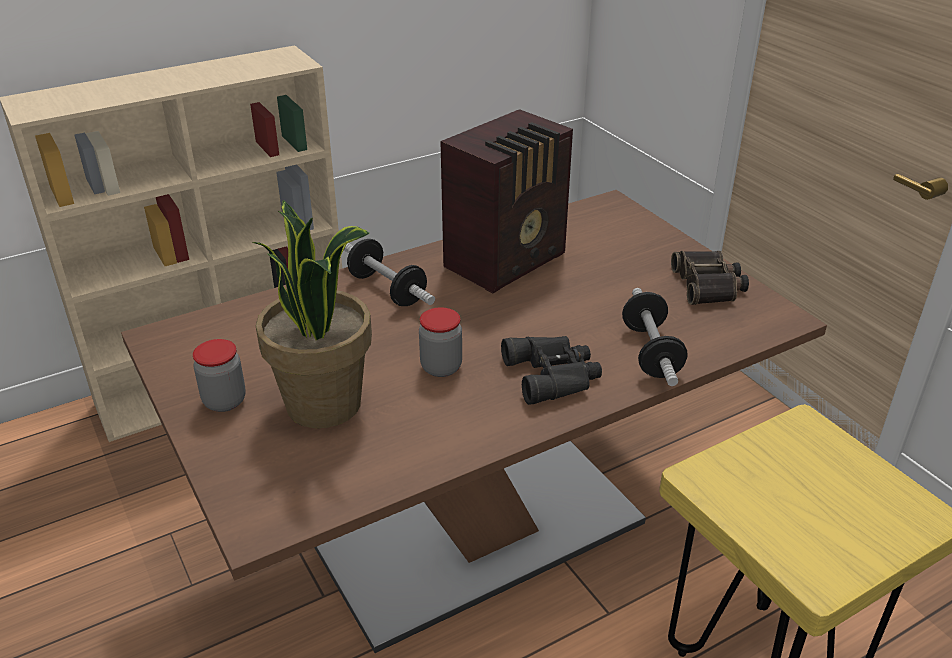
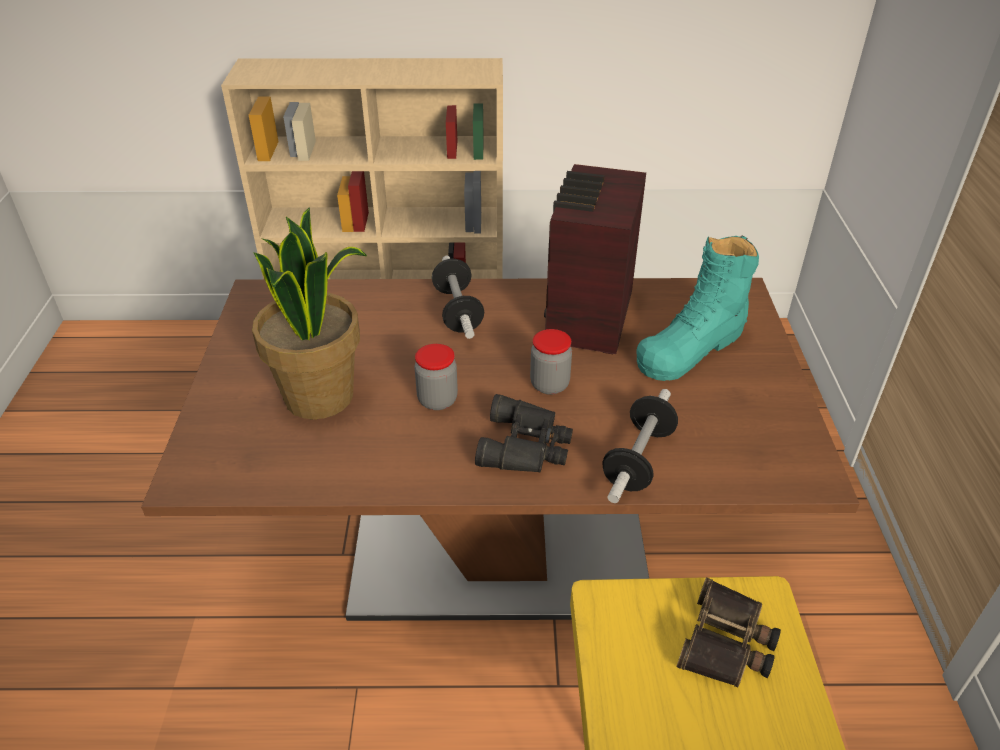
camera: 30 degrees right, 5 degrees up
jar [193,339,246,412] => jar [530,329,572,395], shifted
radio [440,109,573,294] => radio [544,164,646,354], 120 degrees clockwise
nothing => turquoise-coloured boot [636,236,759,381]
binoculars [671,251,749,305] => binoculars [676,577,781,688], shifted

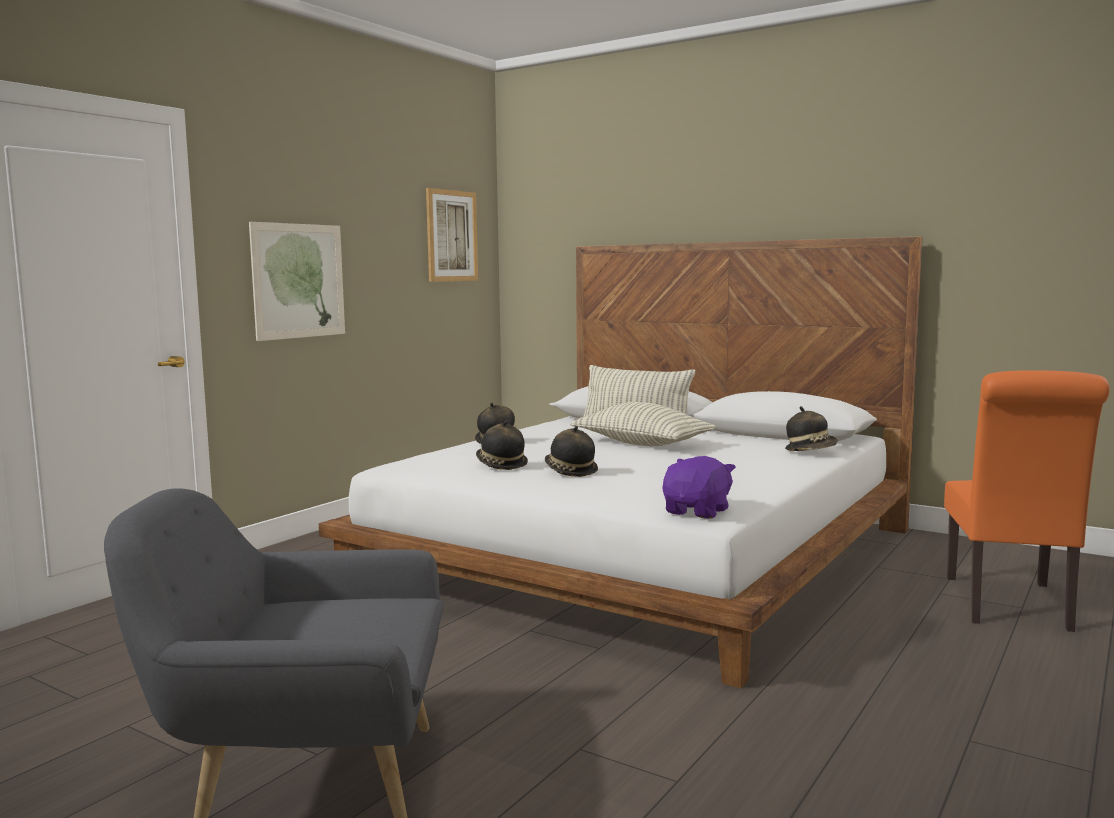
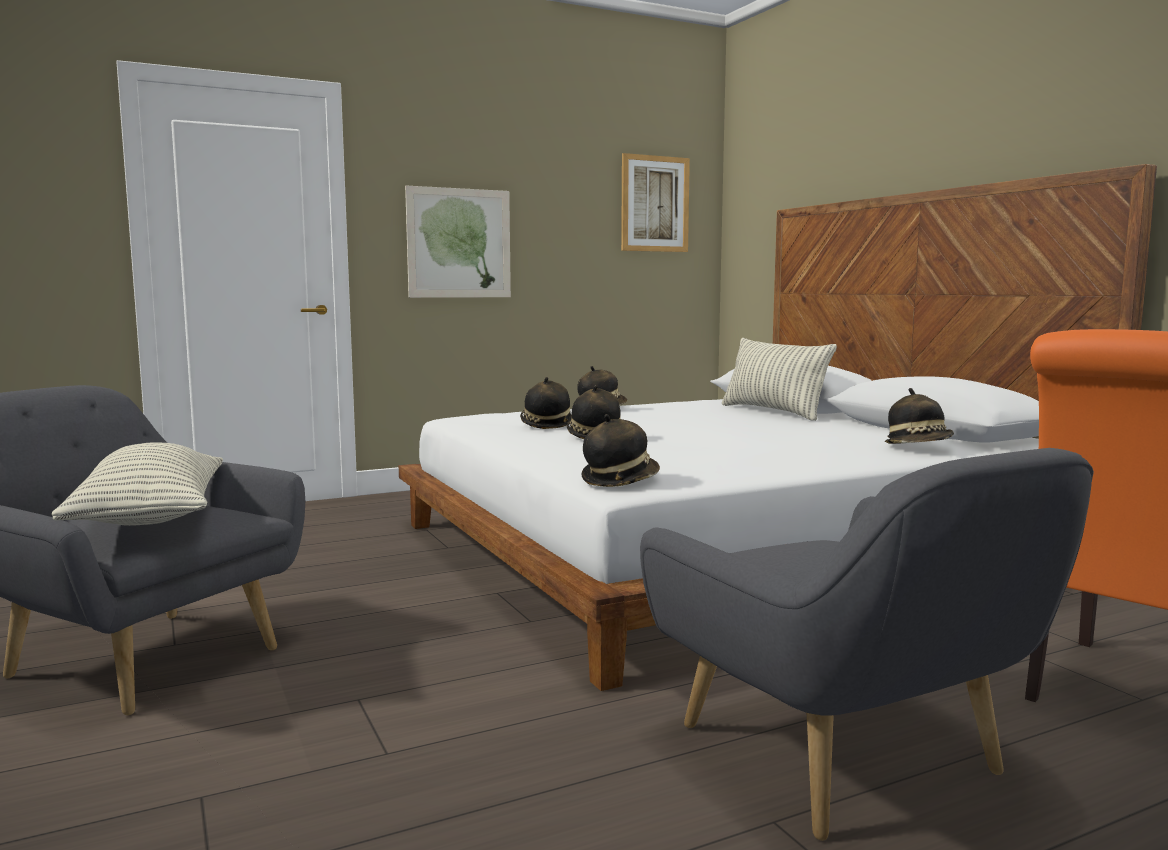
camera: 30 degrees right, 0 degrees up
throw pillow [571,402,715,446] => throw pillow [52,442,223,526], shifted
purplish cuddly toy [662,456,736,519] => wearable hat [581,414,660,487]
nothing => grey armchair [640,448,1094,841]

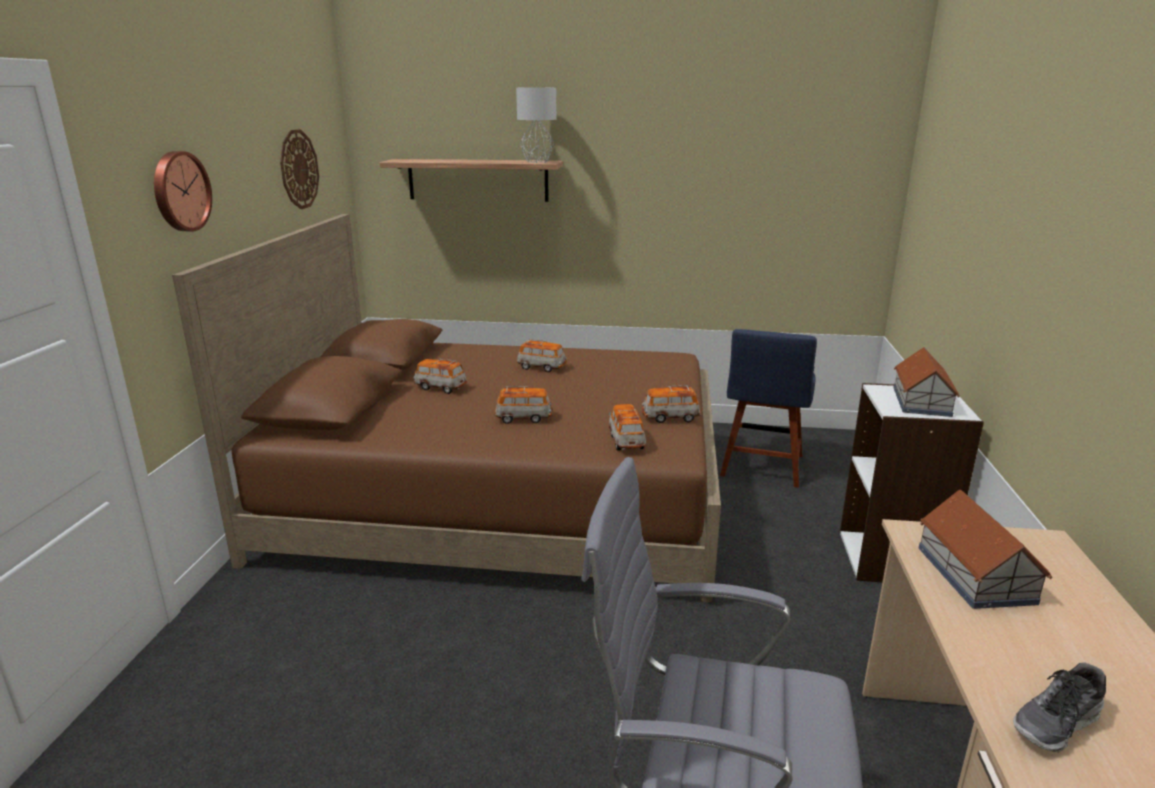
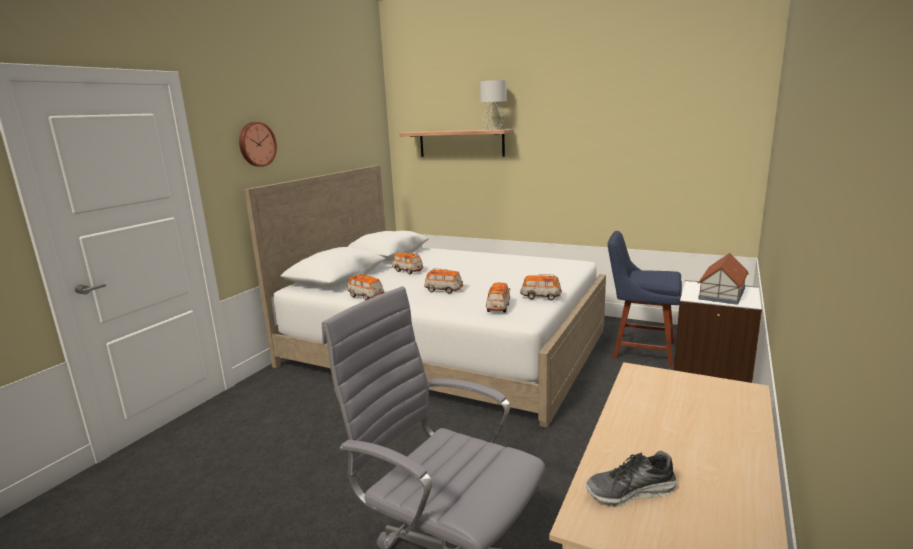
camera: 20 degrees right, 5 degrees down
brown sleeping bed [172,214,721,603] => white-coloured sleeping bed [244,165,606,428]
toy car [516,339,566,372] => toy car [347,273,384,300], shifted
bluish chair [720,329,817,488] => bluish chair [608,231,682,366], 75 degrees clockwise
wall clock [280,129,319,209] => nothing
toy house [919,490,1053,609] => nothing

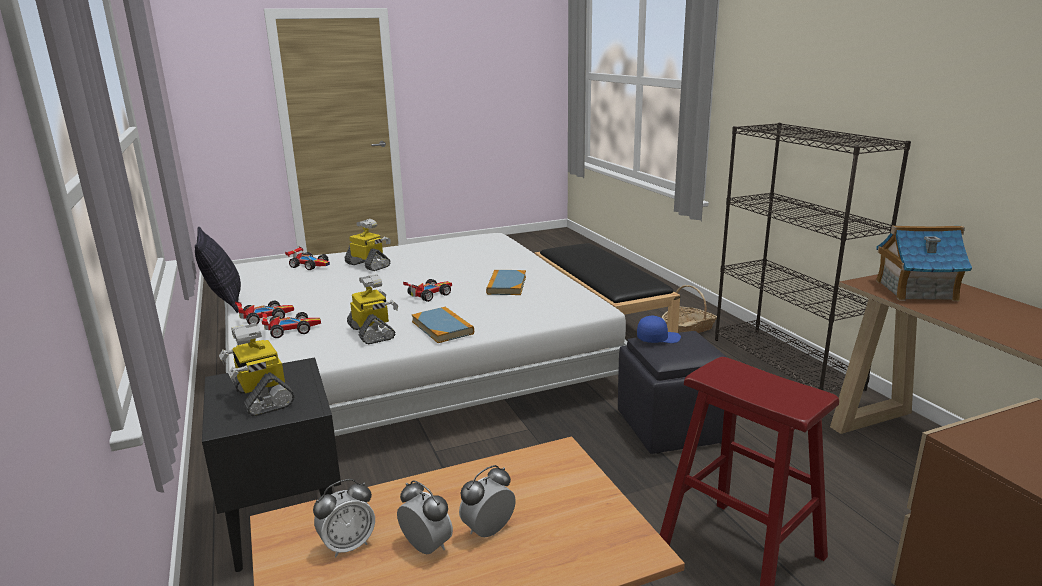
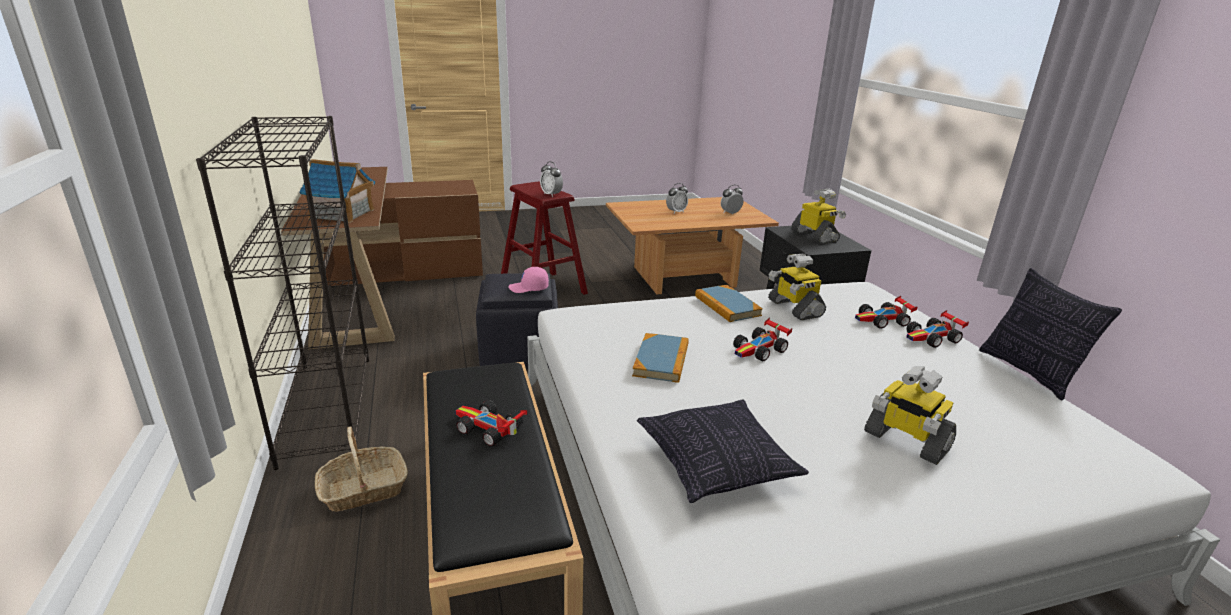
camera: 175 degrees left, 5 degrees up
toy car [285,246,330,270] => toy car [456,400,527,447], shifted
bluish baseball cap [637,316,681,343] => pink baseball cap [508,267,549,293]
alarm clock [397,480,453,554] => alarm clock [540,161,563,197], shifted
nothing => throw pillow [637,400,809,503]

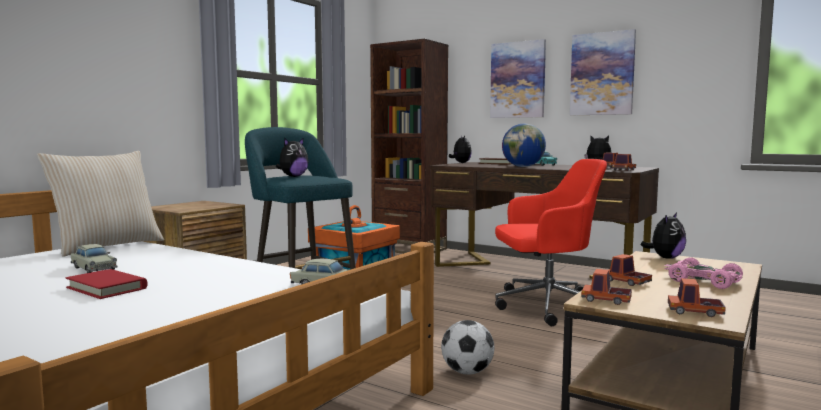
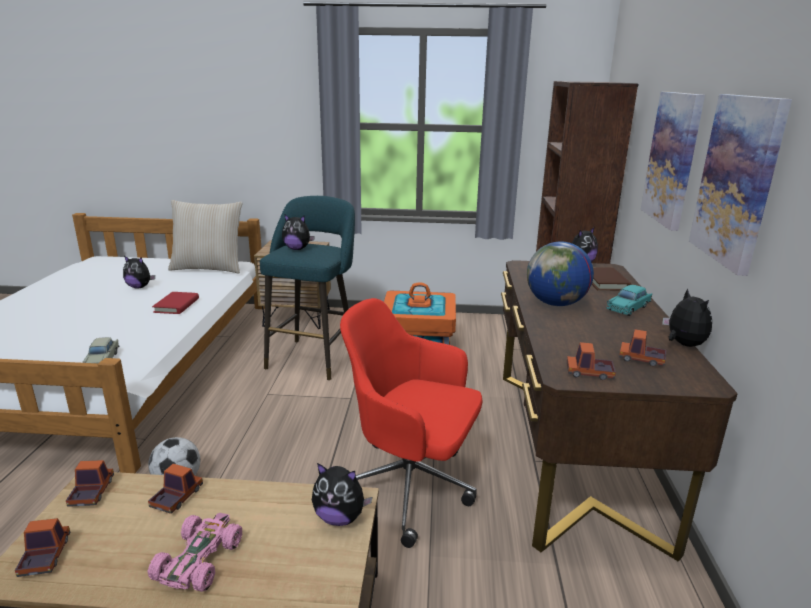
camera: 60 degrees right, 15 degrees up
sand-coloured toy car [70,244,117,273] => cuddly toy [123,256,155,289]
red bound book [66,269,147,299] => red bound book [152,292,199,314], shifted
red computer chair [495,159,607,326] => red computer chair [340,298,483,548], 150 degrees clockwise

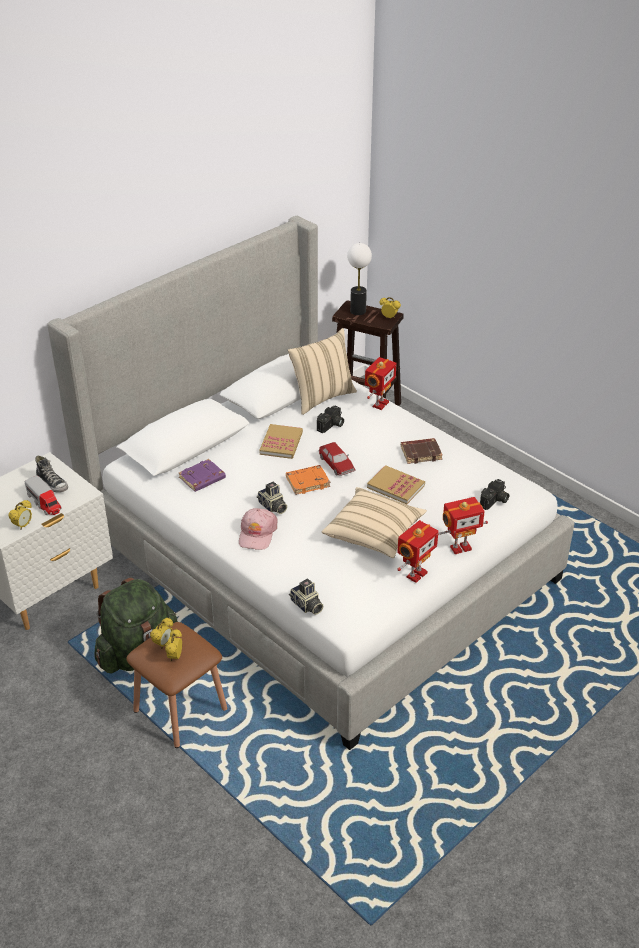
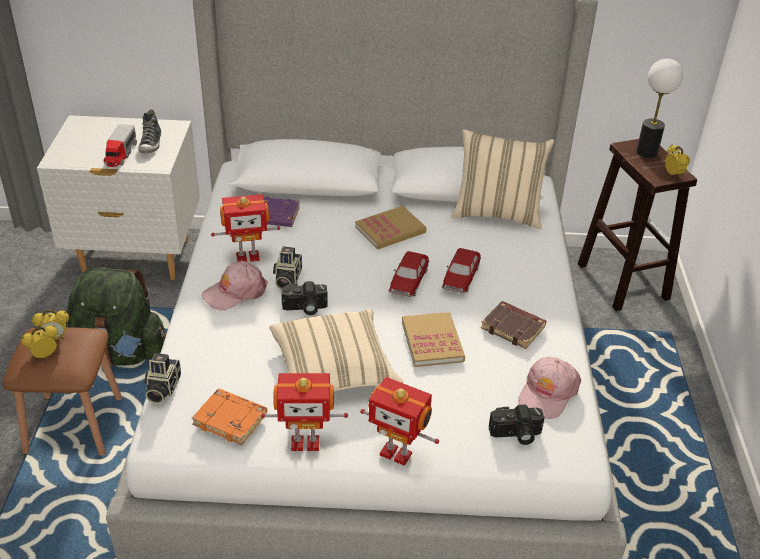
camera: 45 degrees right, 0 degrees up
orangey bound book [286,465,330,495] => orangey bound book [191,388,267,445], shifted
robot figure [365,357,397,410] => robot figure [211,194,280,262], shifted
still camera [317,406,344,433] => still camera [281,281,328,315], shifted
nothing => toy car [442,248,481,293]
nothing => pink baseball cap [518,357,581,419]
alarm clock [8,500,32,530] => nothing

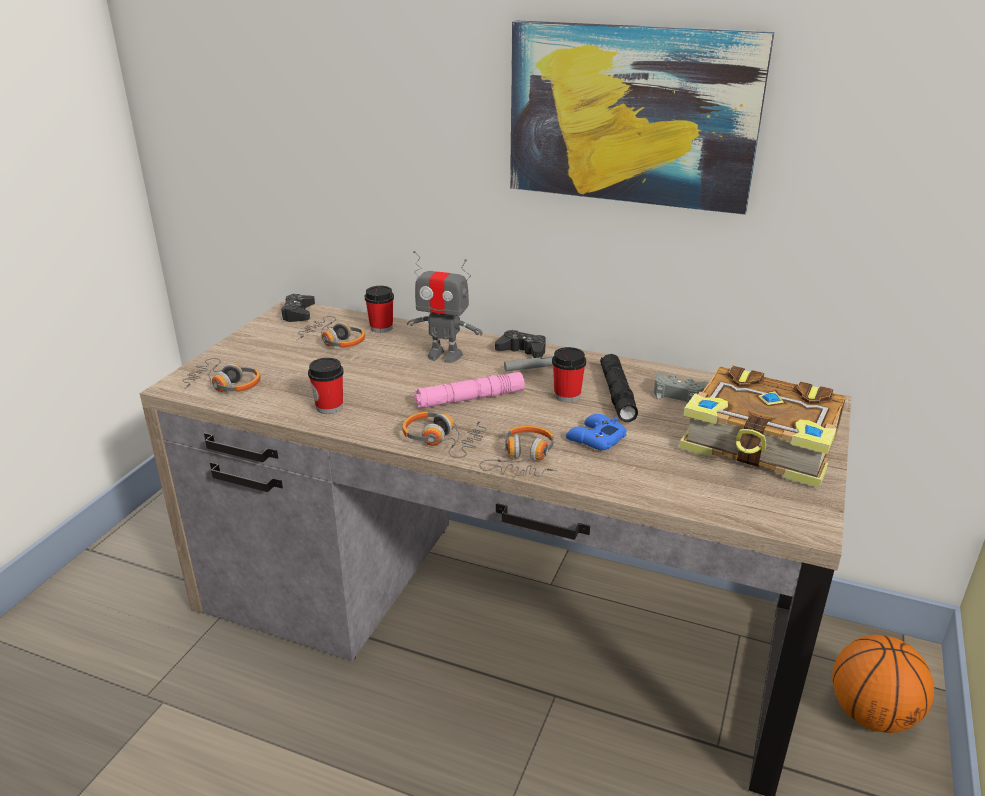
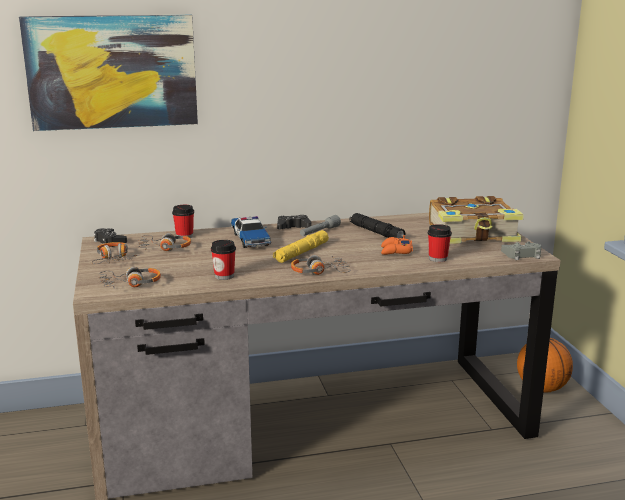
camera: 35 degrees left, 10 degrees down
wall picture [510,21,774,215] => wall picture [19,15,198,131], shifted
headphones [480,426,557,477] => headphones [92,242,139,264], shifted
robot figure [407,251,483,363] => toy car [231,216,271,248]
pink hand torch [413,372,525,408] => yellow-coloured hand torch [273,230,329,263]
bluish game controller [566,414,627,450] => orangey game controller [381,235,413,255]
cup [552,347,586,402] => cup [428,224,452,262], shifted
grey game controller [654,372,709,403] => grey game controller [501,241,541,260], shifted

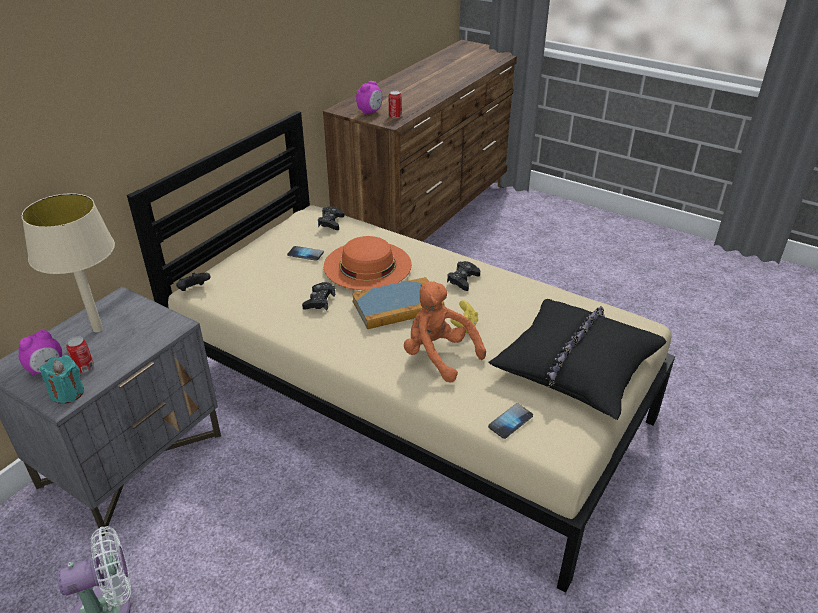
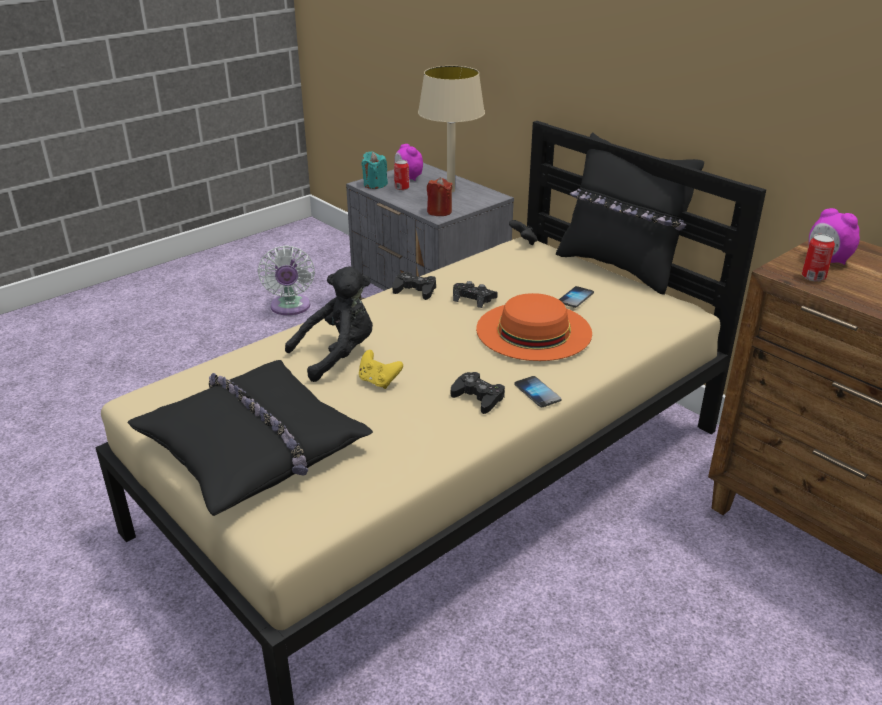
camera: 105 degrees right, 5 degrees down
orangey cuddly toy [404,281,486,383] => black-coloured cuddly toy [285,266,373,382]
black-coloured game controller [318,206,344,230] => black-coloured game controller [392,272,436,300], shifted
nothing => red candle [427,177,453,216]
telephone [488,403,533,439] => telephone [514,376,561,407], shifted
nothing => black-coloured throw pillow [556,132,704,295]
bound book [352,277,445,329] => nothing

